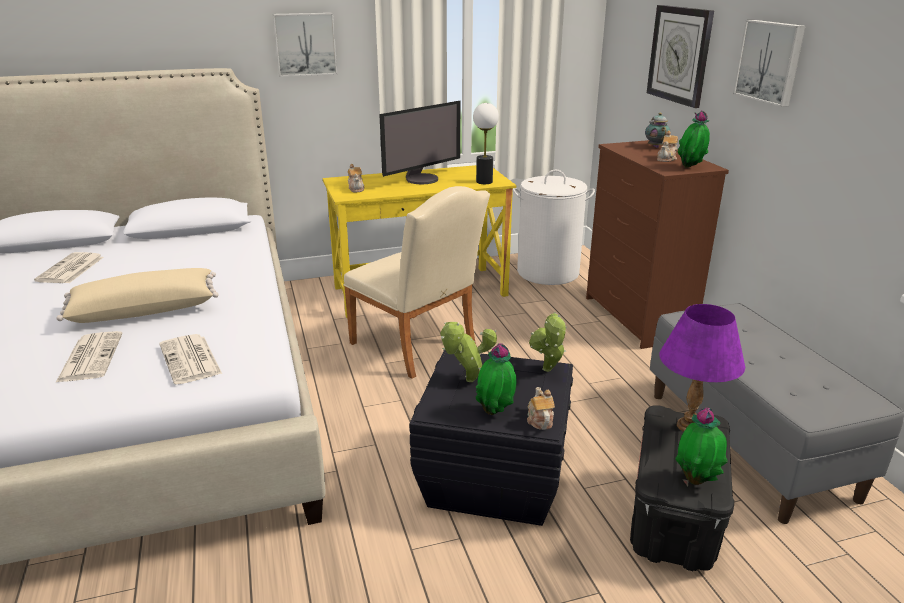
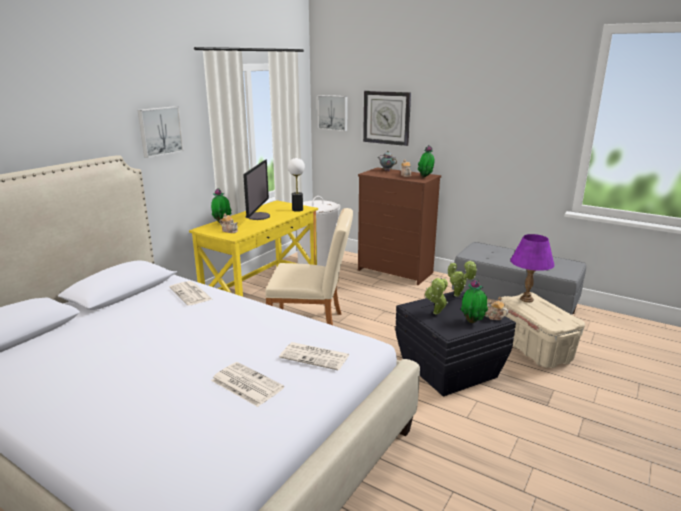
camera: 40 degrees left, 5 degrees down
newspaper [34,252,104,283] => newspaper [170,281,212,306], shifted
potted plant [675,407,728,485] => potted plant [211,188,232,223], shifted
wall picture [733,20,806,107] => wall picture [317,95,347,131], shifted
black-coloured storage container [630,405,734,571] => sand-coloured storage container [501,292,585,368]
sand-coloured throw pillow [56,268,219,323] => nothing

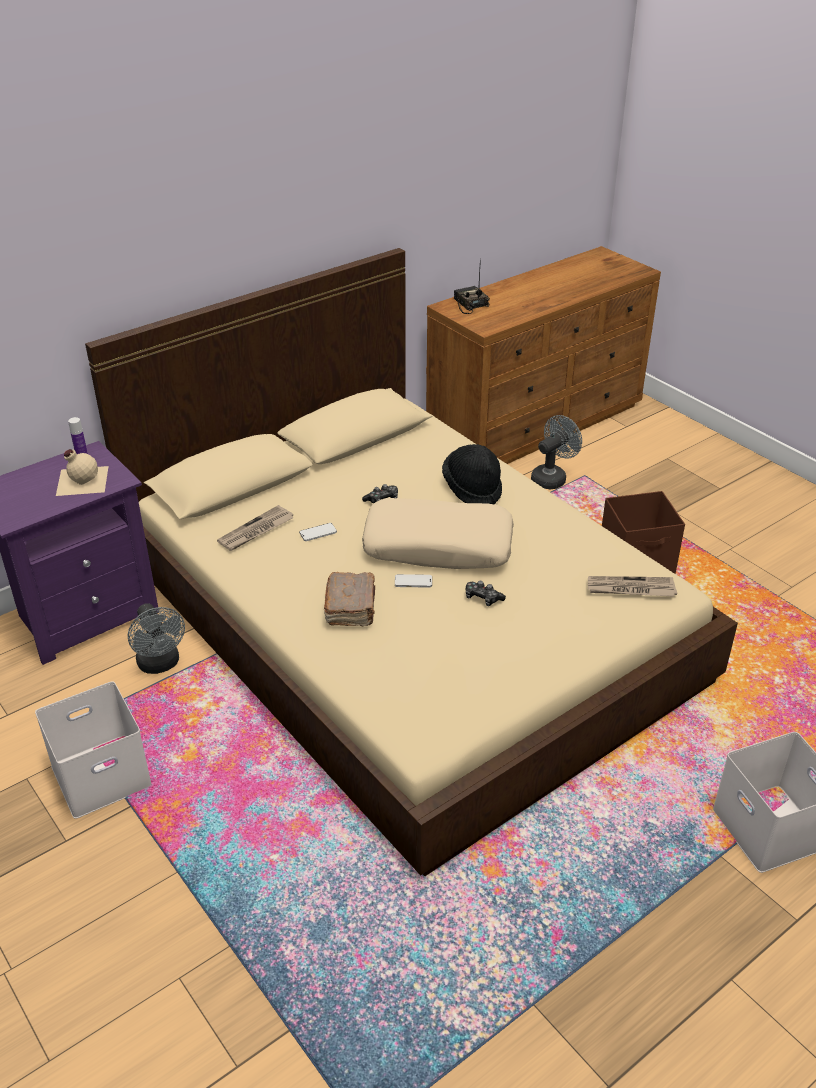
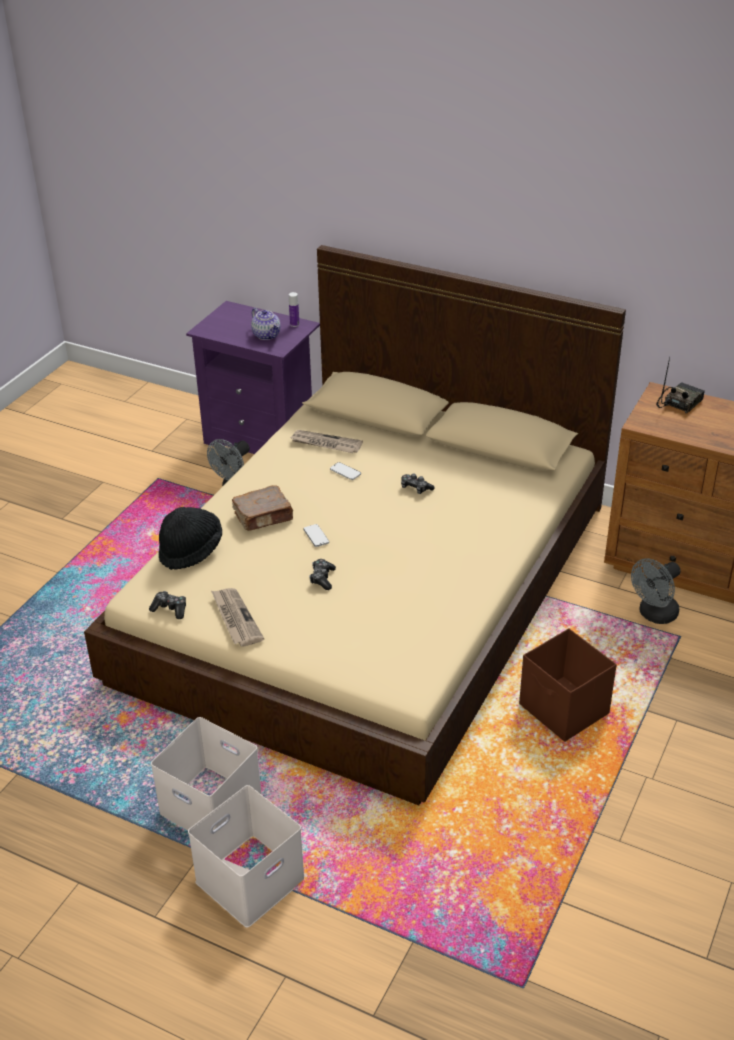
camera: 65 degrees right, 0 degrees up
nothing => game controller [149,591,186,619]
white-coloured storage container [35,681,151,819] => white-coloured storage container [151,717,262,830], shifted
black-coloured wearable hat [442,444,502,504] => black-coloured wearable hat [159,507,222,570], shifted
newspaper [588,576,677,597] => newspaper [211,588,264,647], shifted
sand-coloured beverage bottle [56,449,108,496] => tea pot [251,308,280,340]
grey fan [531,415,582,489] => grey fan [631,558,681,624], 120 degrees clockwise
sand-coloured throw pillow [362,498,514,569] => nothing

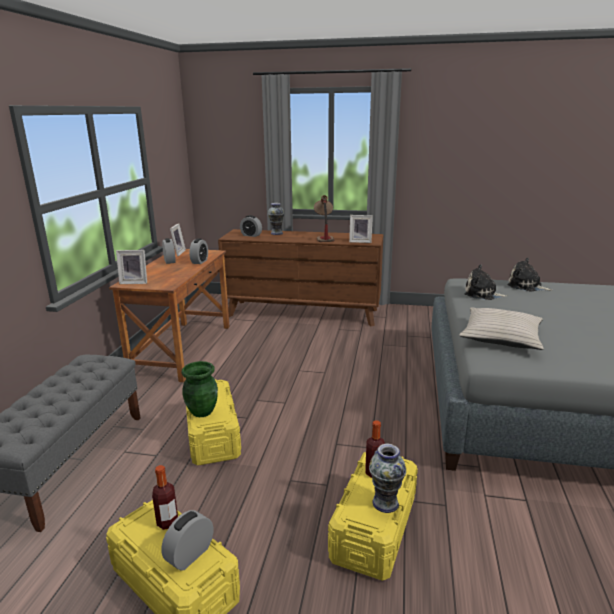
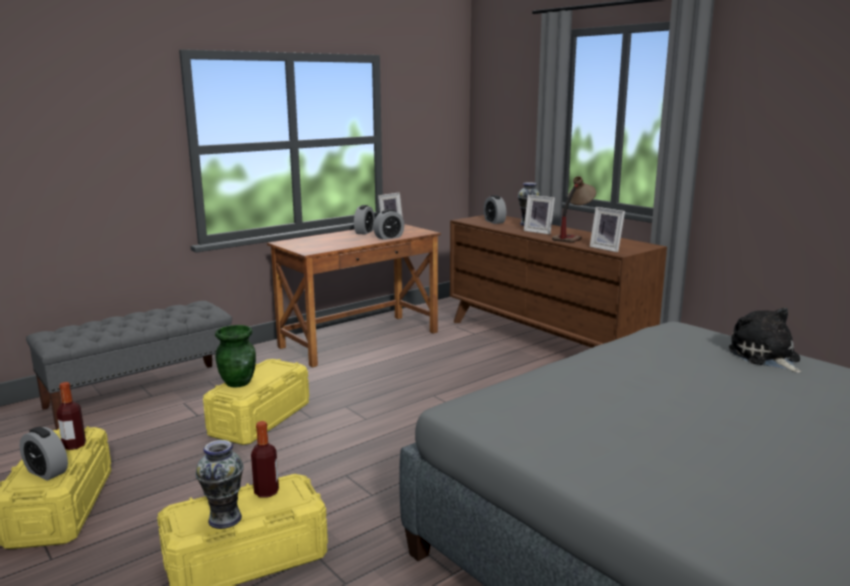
camera: 40 degrees right, 5 degrees down
alarm clock [161,510,213,571] => alarm clock [20,427,68,481], 135 degrees counterclockwise
picture frame [116,250,147,284] => picture frame [524,195,555,235], shifted
sand-coloured throw pillow [459,308,544,350] => nothing
cuddly toy [464,264,507,300] => nothing

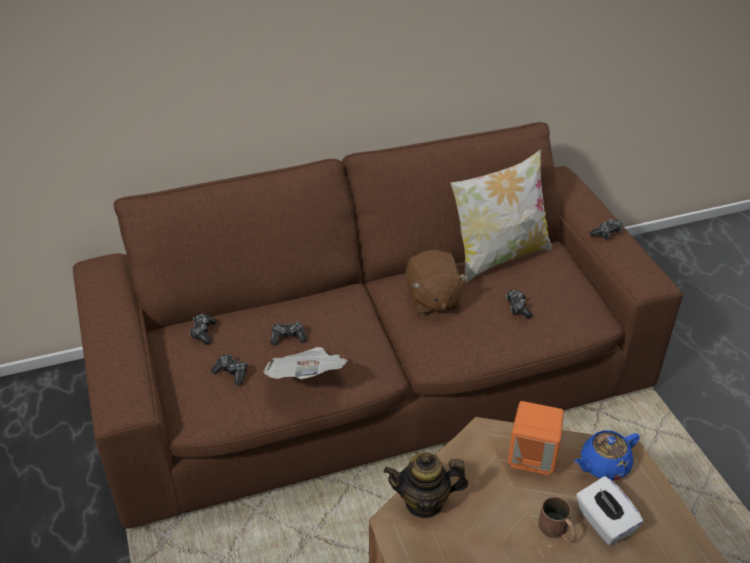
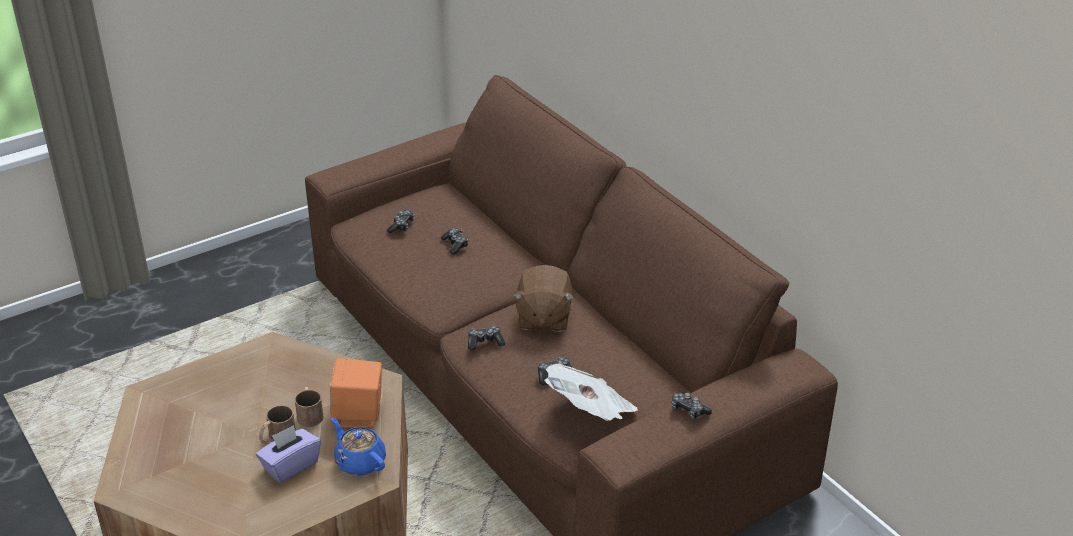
camera: 75 degrees right, 5 degrees down
white-coloured tissue holder [576,476,643,545] => purplish tissue holder [256,425,321,483]
nothing => brown coffee mug [295,386,324,427]
game controller [189,314,217,345] => game controller [468,326,505,350], shifted
brown cuddly toy [406,250,469,315] => brown cuddly toy [513,265,574,332], 60 degrees counterclockwise
newspaper [263,347,348,379] => newspaper [544,364,638,421], shifted
tea pot [384,452,468,519] => nothing
throw pillow [450,150,552,283] => nothing

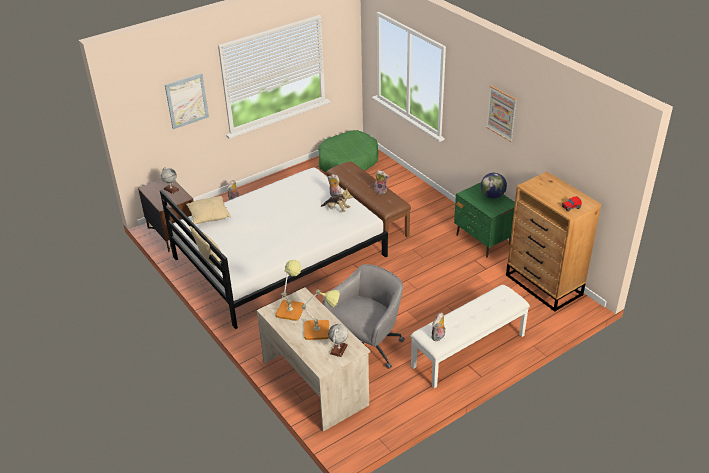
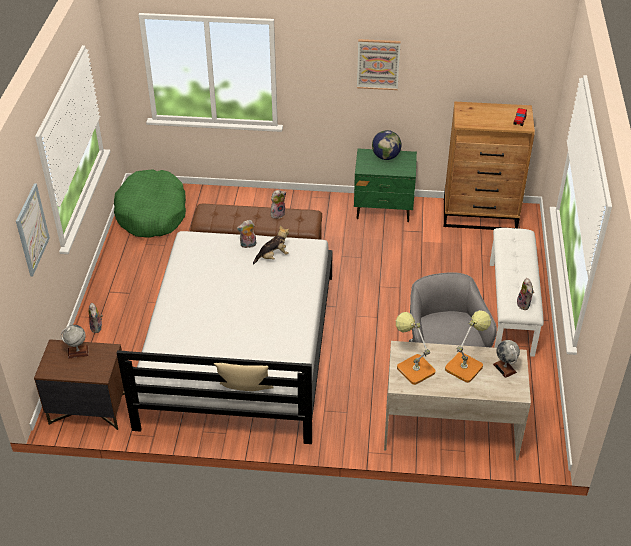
camera: 50 degrees left, 5 degrees up
sand-coloured throw pillow [186,196,231,224] => nothing

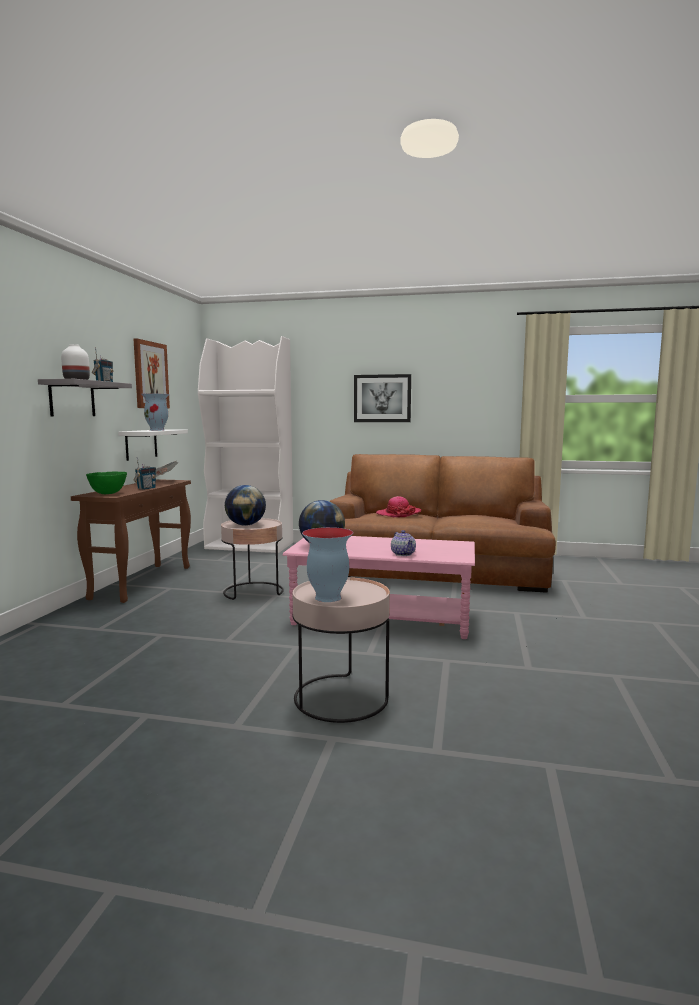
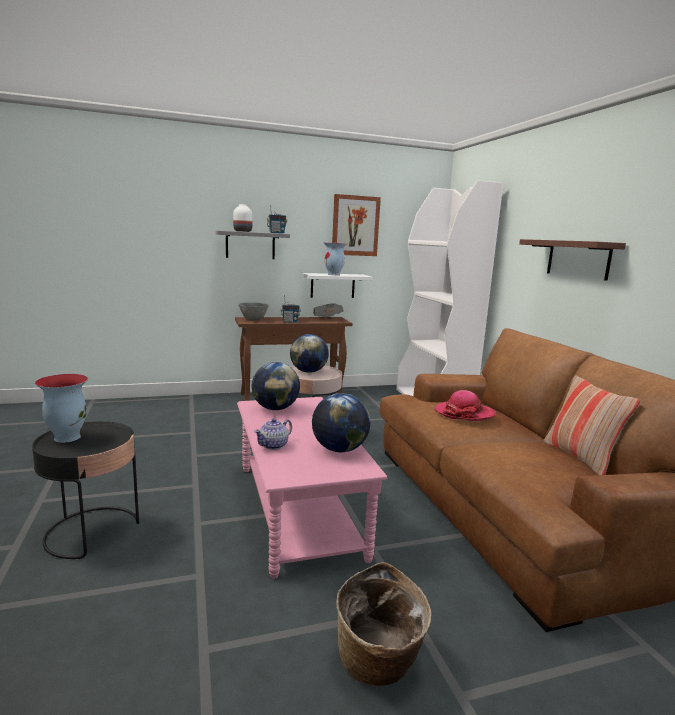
camera: 60 degrees right, 5 degrees up
pink side table [292,577,390,723] => black-coloured side table [32,421,139,559]
green-coloured bowl [86,472,127,494] => grey bowl [239,303,269,321]
nothing => world globe [312,393,370,452]
nothing => basket [336,562,432,686]
wall picture [354,374,411,422] => wall shelf [519,239,626,281]
nothing => throw pillow [544,375,640,475]

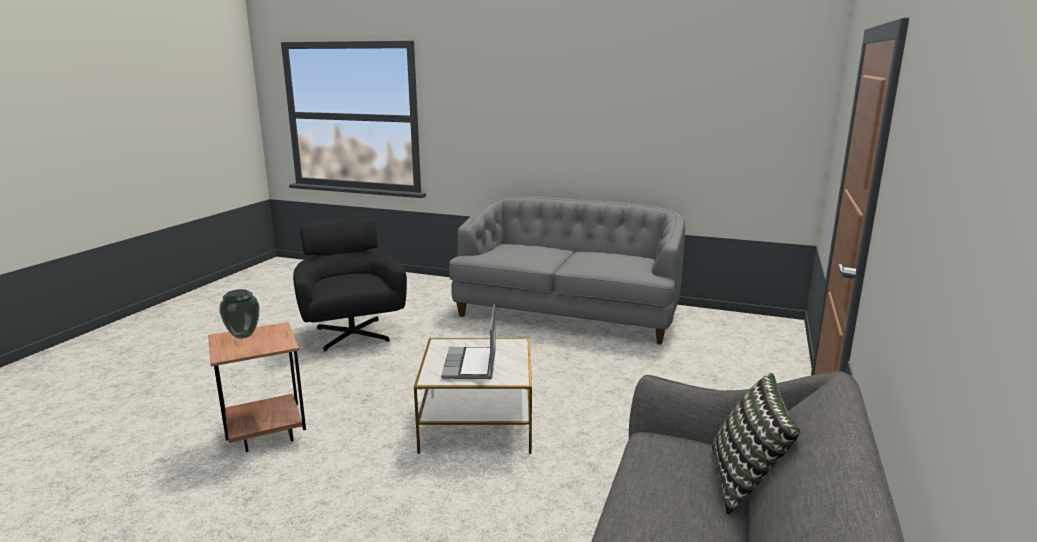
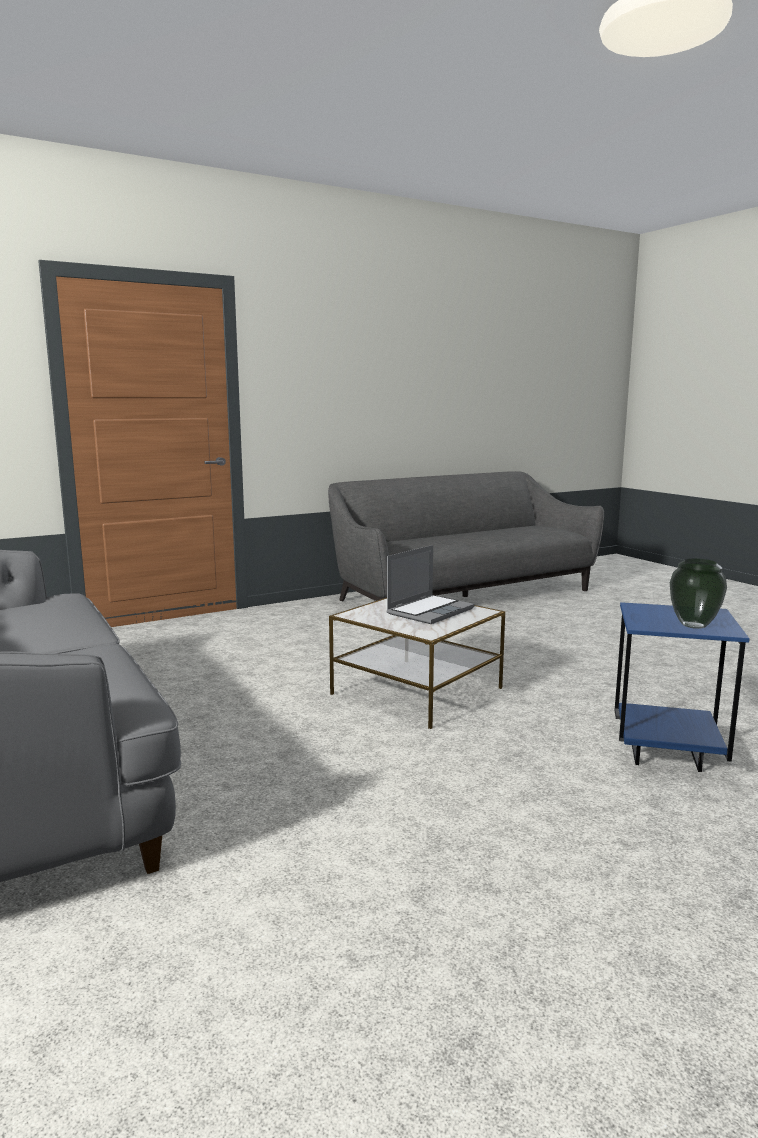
camera: 140 degrees left, 5 degrees down
brown side table [208,322,306,452] => bluish side table [615,602,750,772]
black-coloured armchair [293,218,407,352] => nothing
throw pillow [712,373,800,515] => nothing

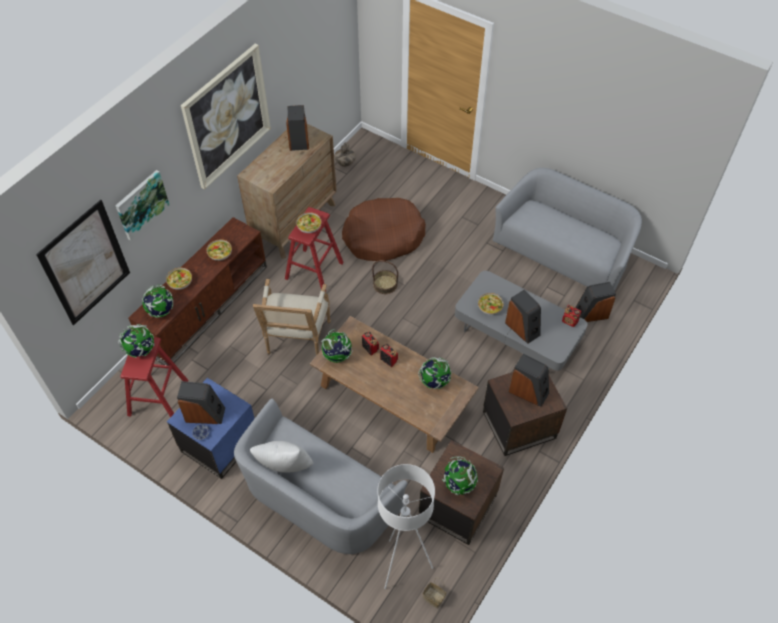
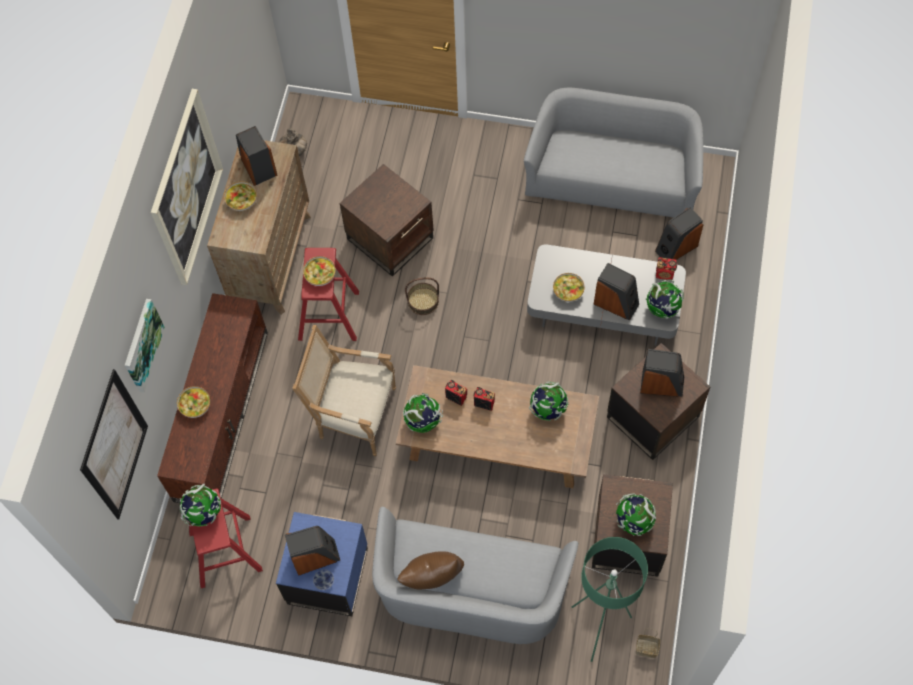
camera: 20 degrees left, 10 degrees up
bowl [206,239,232,261] => bowl [224,181,257,211], shifted
armchair [253,279,330,355] => armchair [292,325,396,456], 120 degrees clockwise
brown pet bed [342,198,426,261] => brown side table [340,164,434,276]
white-coloured throw pillow [250,441,314,472] => brown throw pillow [398,551,464,589]
white-coloured floor lamp [377,464,435,589] => green-coloured floor lamp [572,537,648,662]
world globe [142,285,173,318] => world globe [646,279,684,319], shifted

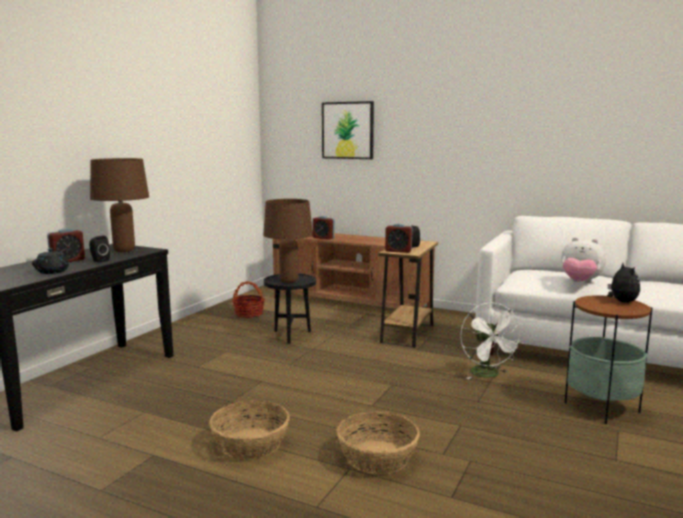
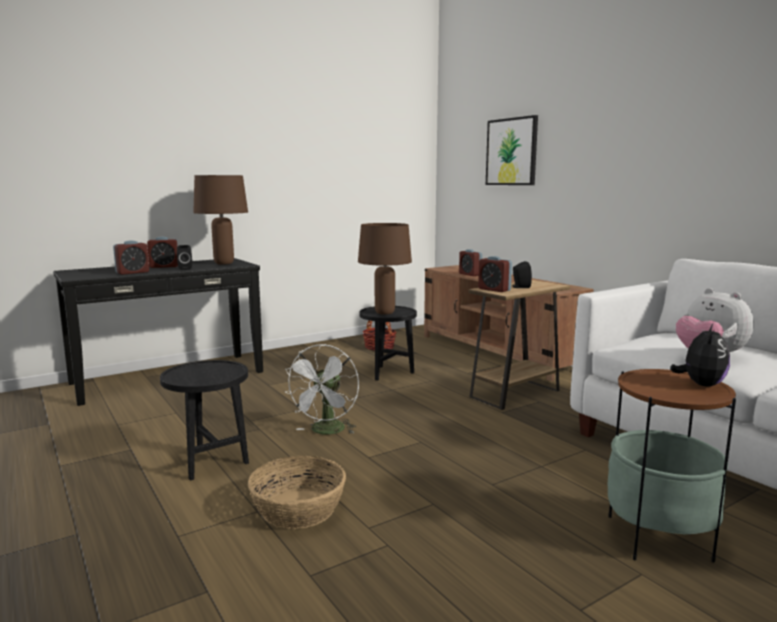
camera: 30 degrees right, 0 degrees up
black-coloured tea pot [32,248,70,274] => alarm clock [113,240,149,275]
basket [209,400,290,460] => black-coloured side table [160,360,249,481]
white-coloured fan [460,302,523,379] => white-coloured fan [284,344,359,435], shifted

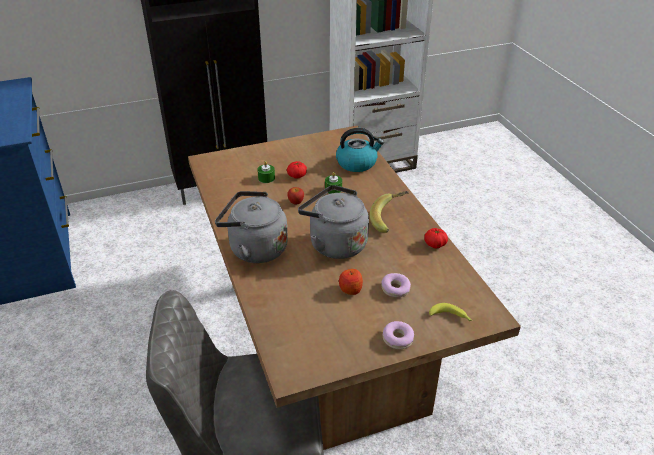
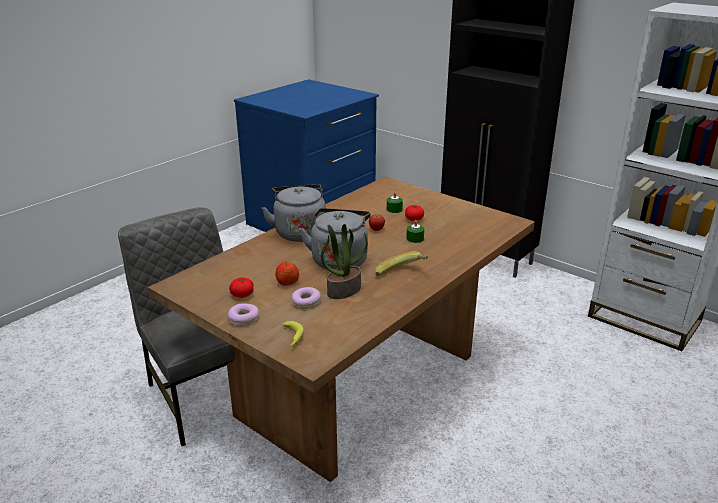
camera: 60 degrees right, 10 degrees down
whole tomato [424,228,448,248] => whole tomato [229,277,254,298], shifted
nothing => potted plant [321,224,368,299]
water kettle [336,128,384,172] => nothing

